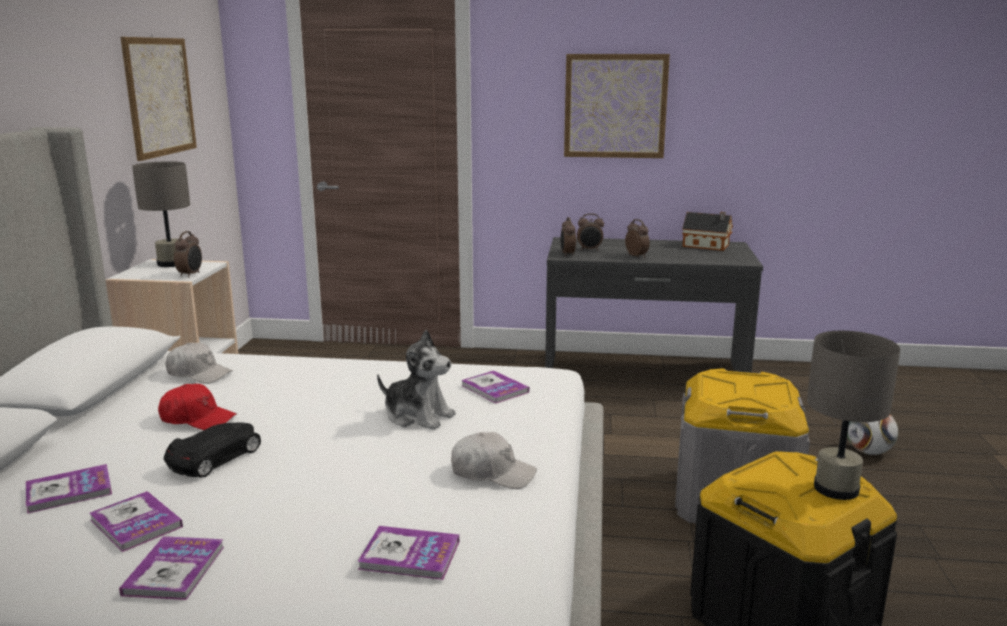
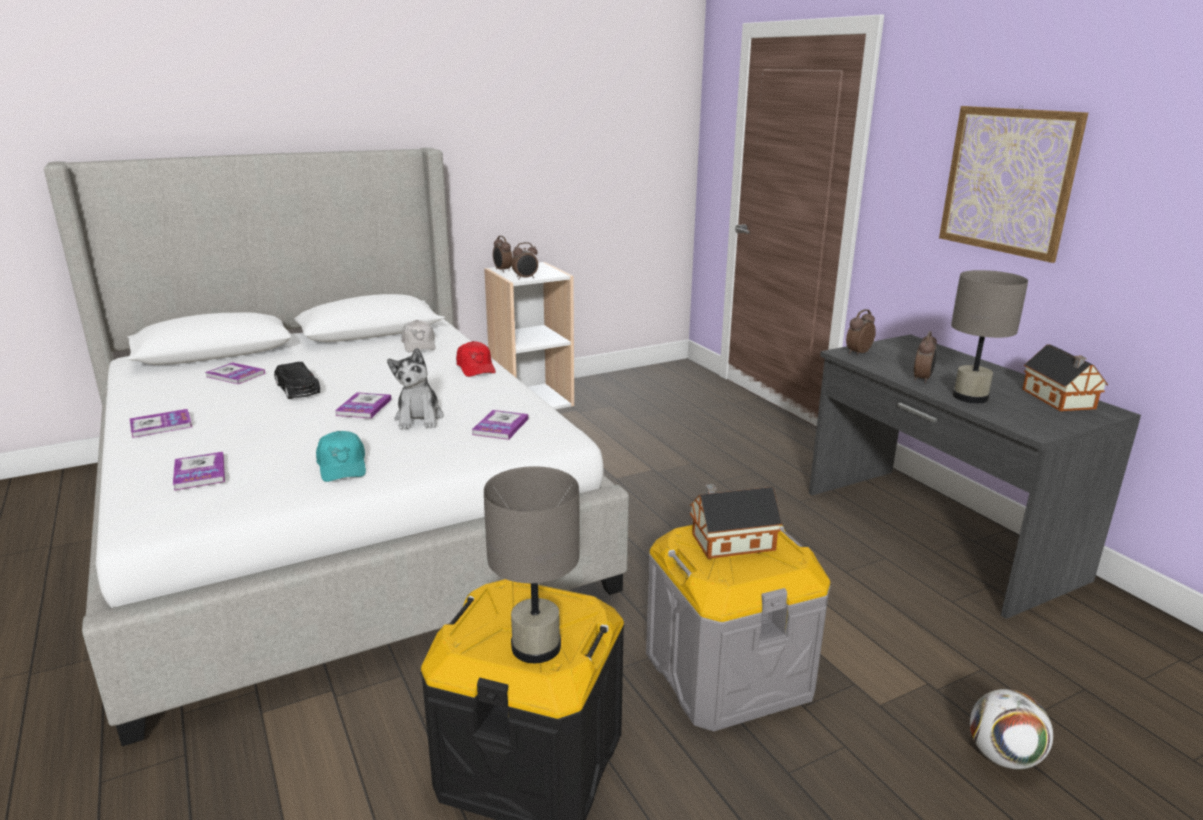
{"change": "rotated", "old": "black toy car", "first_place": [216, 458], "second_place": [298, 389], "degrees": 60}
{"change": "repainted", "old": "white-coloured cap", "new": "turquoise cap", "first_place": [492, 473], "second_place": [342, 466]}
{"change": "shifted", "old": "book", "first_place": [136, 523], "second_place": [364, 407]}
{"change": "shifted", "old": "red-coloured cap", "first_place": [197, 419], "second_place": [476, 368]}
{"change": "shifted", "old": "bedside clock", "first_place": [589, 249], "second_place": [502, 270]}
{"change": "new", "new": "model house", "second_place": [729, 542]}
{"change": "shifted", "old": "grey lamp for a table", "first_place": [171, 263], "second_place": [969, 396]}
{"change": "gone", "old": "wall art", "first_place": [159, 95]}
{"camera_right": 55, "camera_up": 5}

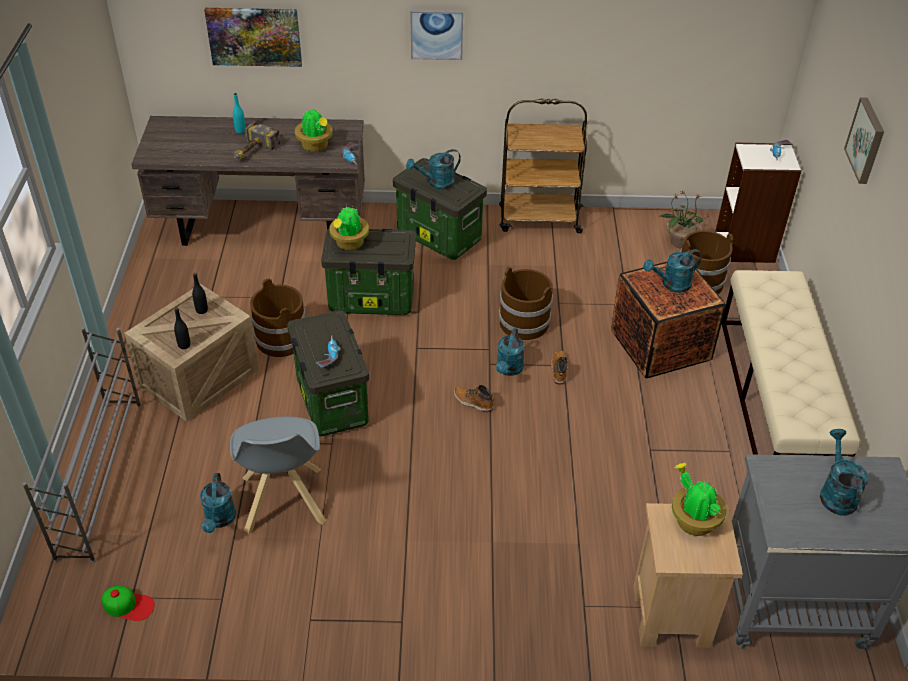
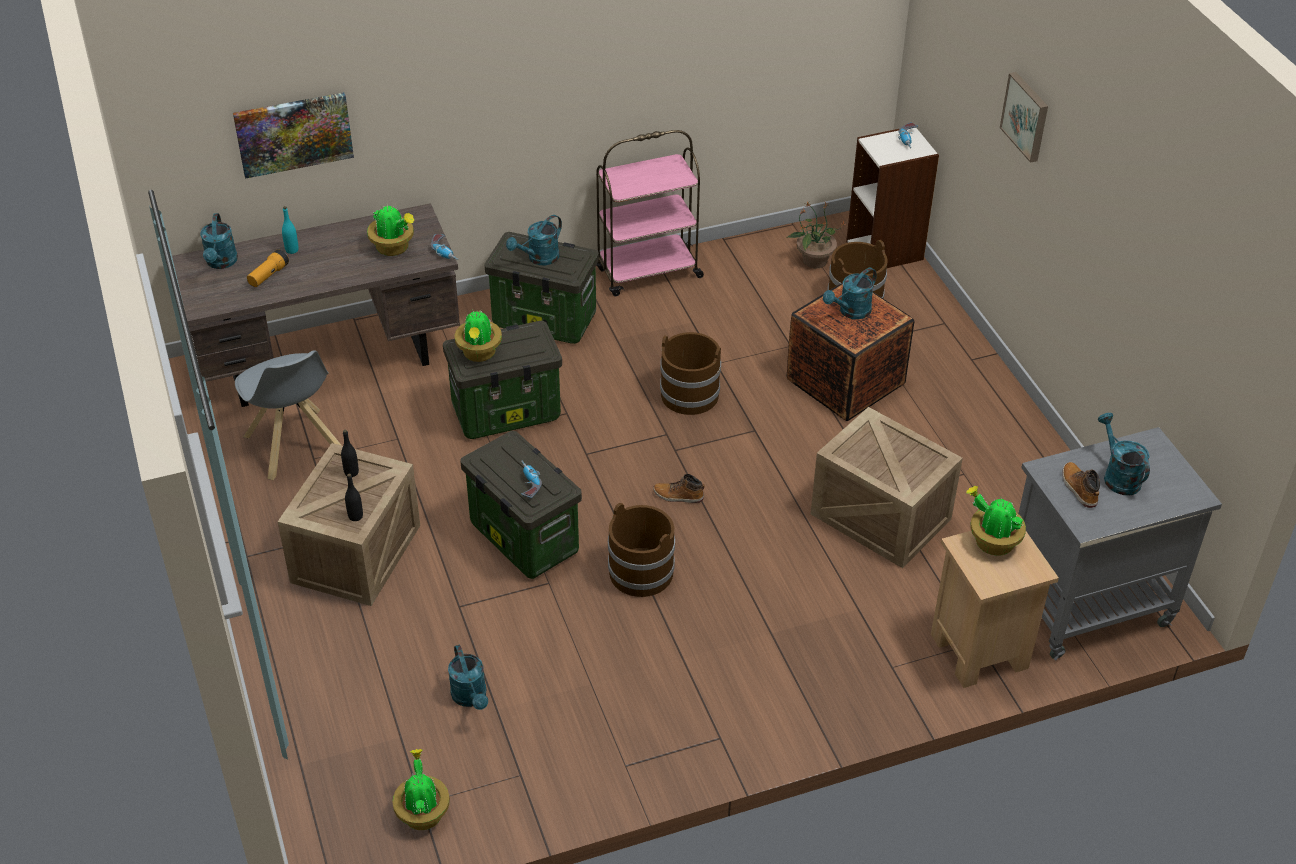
{"change": "shifted", "old": "turquoise watering pot", "first_place": [508, 370], "second_place": [221, 263]}
{"change": "shifted", "old": "grey chair", "first_place": [283, 502], "second_place": [295, 446]}
{"change": "new", "new": "hand torch", "second_place": [268, 275]}
{"change": "swapped", "old": "cap", "new": "plant in a pot", "first_place": [128, 605], "second_place": [423, 812]}
{"change": "repainted", "old": "brown wheeled cart", "new": "pink-coloured wheeled cart", "first_place": [538, 220], "second_place": [648, 273]}
{"change": "shifted", "old": "brown water bucket", "first_place": [281, 339], "second_place": [640, 572]}
{"change": "new", "new": "crate", "second_place": [883, 516]}
{"change": "shifted", "old": "boot", "first_place": [559, 370], "second_place": [1078, 488]}
{"change": "gone", "old": "grey shoe stand", "first_place": [101, 477]}
{"change": "gone", "old": "hammer", "first_place": [252, 151]}
{"change": "gone", "old": "wall art", "first_place": [436, 34]}
{"change": "gone", "old": "beige-coloured indoor bench", "first_place": [775, 402]}
{"camera_right": -20, "camera_up": 0}

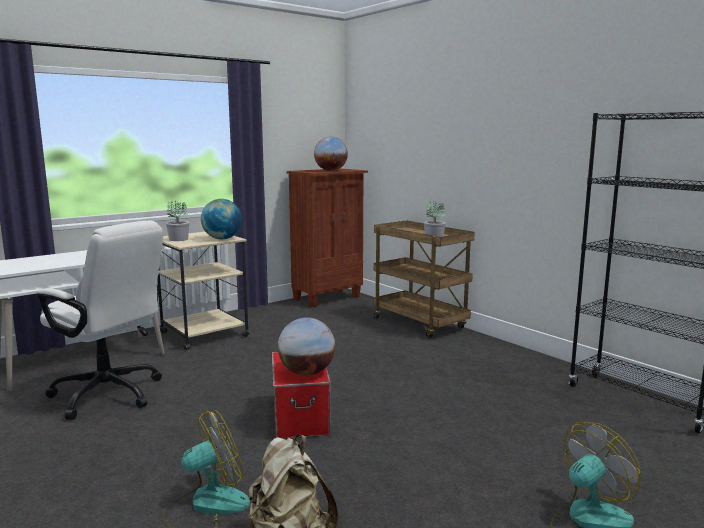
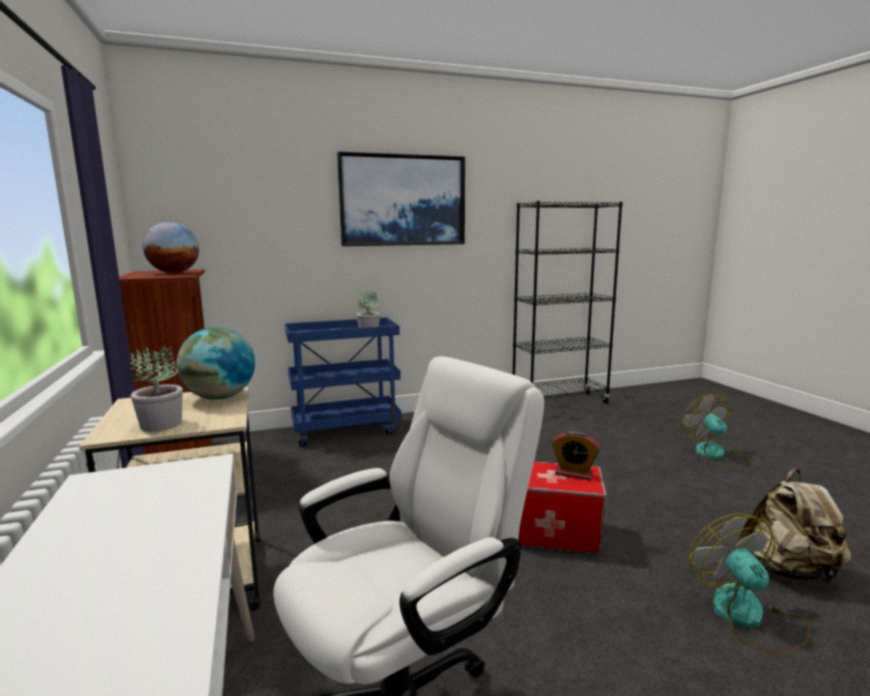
{"change": "repainted", "old": "brown wheeled cart", "new": "blue-coloured wheeled cart", "first_place": [420, 323], "second_place": [346, 430]}
{"change": "new", "new": "wall art", "second_place": [403, 200]}
{"change": "swapped", "old": "world globe", "new": "bedside clock", "first_place": [307, 373], "second_place": [574, 473]}
{"camera_right": -70, "camera_up": 0}

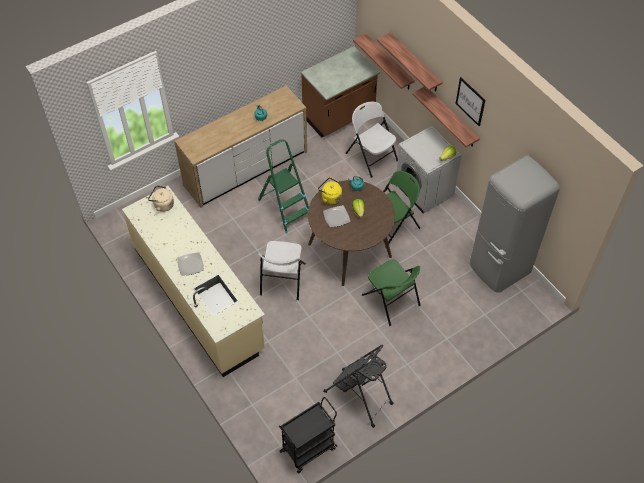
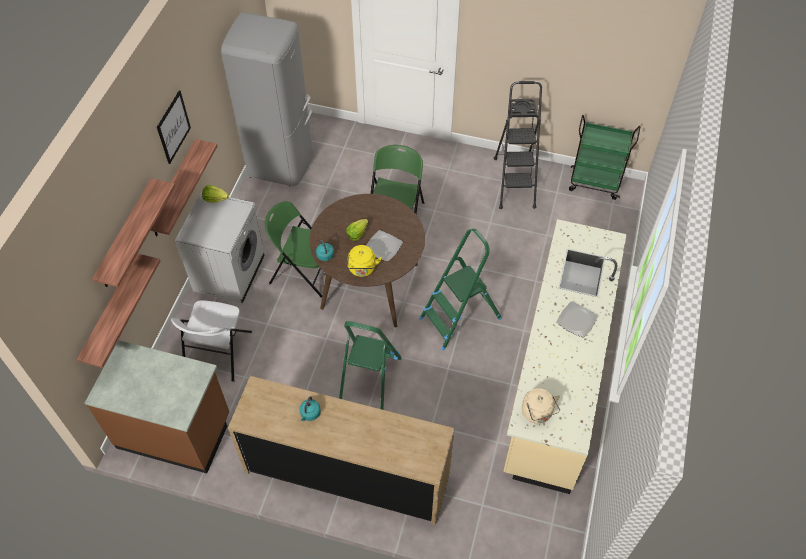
{"change": "swapped", "old": "white-coloured chair", "new": "green step ladder", "first_place": [282, 279], "second_place": [459, 318]}
{"change": "repainted", "old": "black wheeled cart", "new": "green wheeled cart", "first_place": [308, 450], "second_place": [594, 184]}
{"camera_right": -130, "camera_up": 0}

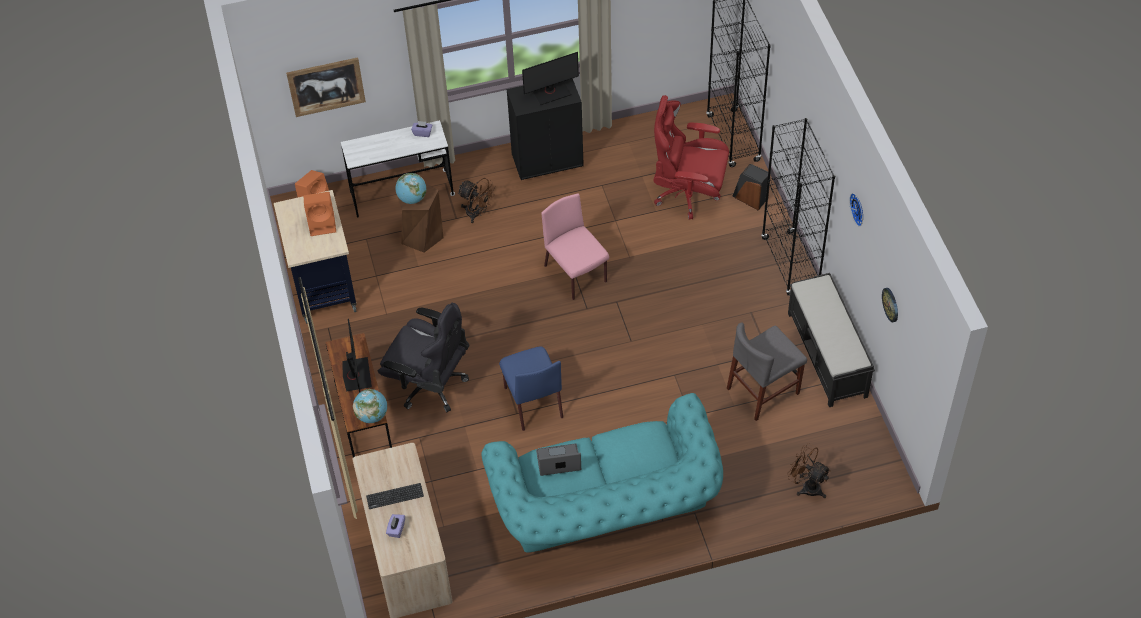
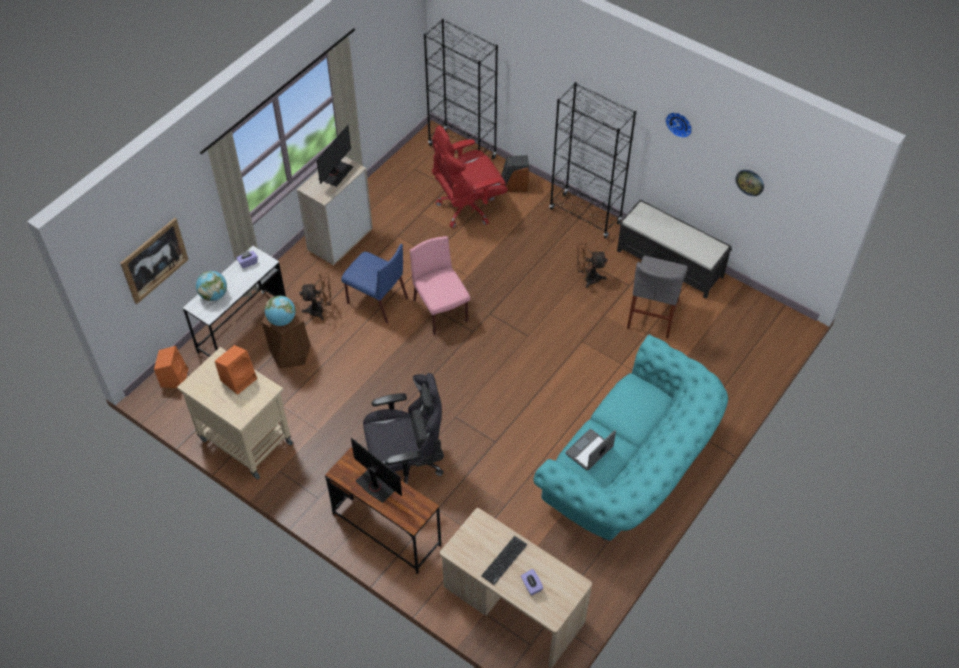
{"change": "repainted", "old": "blue-coloured wheeled cart", "new": "beige-coloured wheeled cart", "first_place": [323, 287], "second_place": [245, 441]}
{"change": "shifted", "old": "world globe", "first_place": [372, 415], "second_place": [214, 295]}
{"change": "repainted", "old": "black storage cabinet", "new": "beige-coloured storage cabinet", "first_place": [548, 163], "second_place": [341, 241]}
{"change": "shifted", "old": "blue-coloured chair", "first_place": [533, 401], "second_place": [376, 300]}
{"change": "rotated", "old": "pink-coloured chair", "first_place": [576, 274], "second_place": [441, 311], "degrees": 45}
{"change": "shifted", "old": "brown electric fan", "first_place": [807, 486], "second_place": [587, 278]}
{"camera_right": -40, "camera_up": 0}

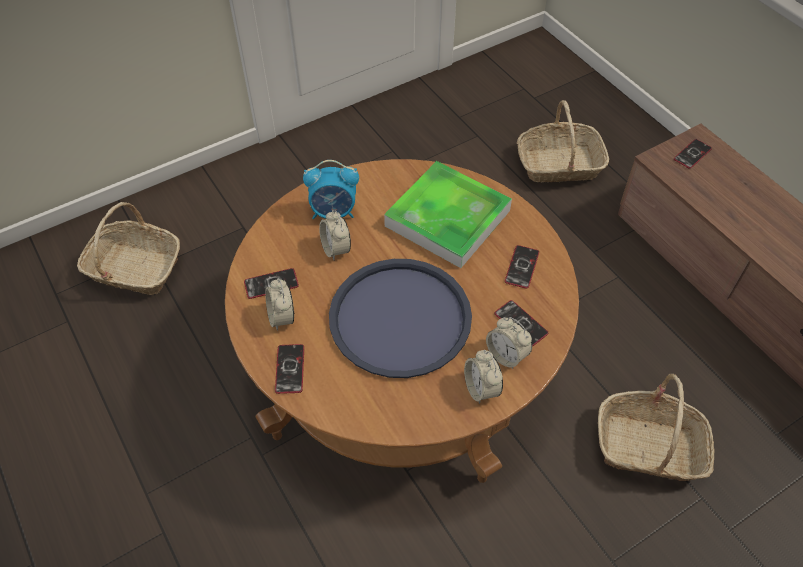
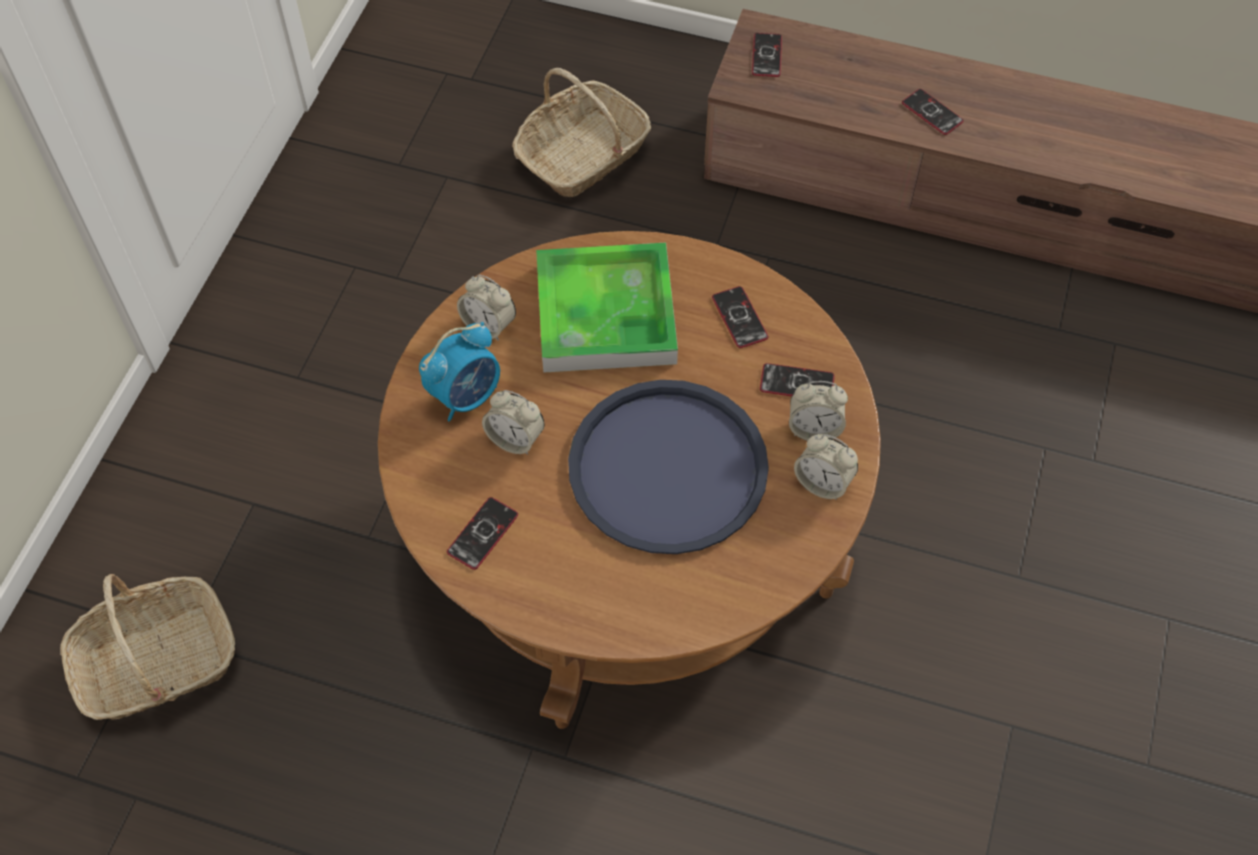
{"change": "shifted", "old": "bedside clock", "first_place": [282, 317], "second_place": [488, 325]}
{"change": "shifted", "old": "phone", "first_place": [290, 369], "second_place": [932, 112]}
{"change": "gone", "old": "basket", "first_place": [649, 447]}
{"camera_right": -40, "camera_up": 5}

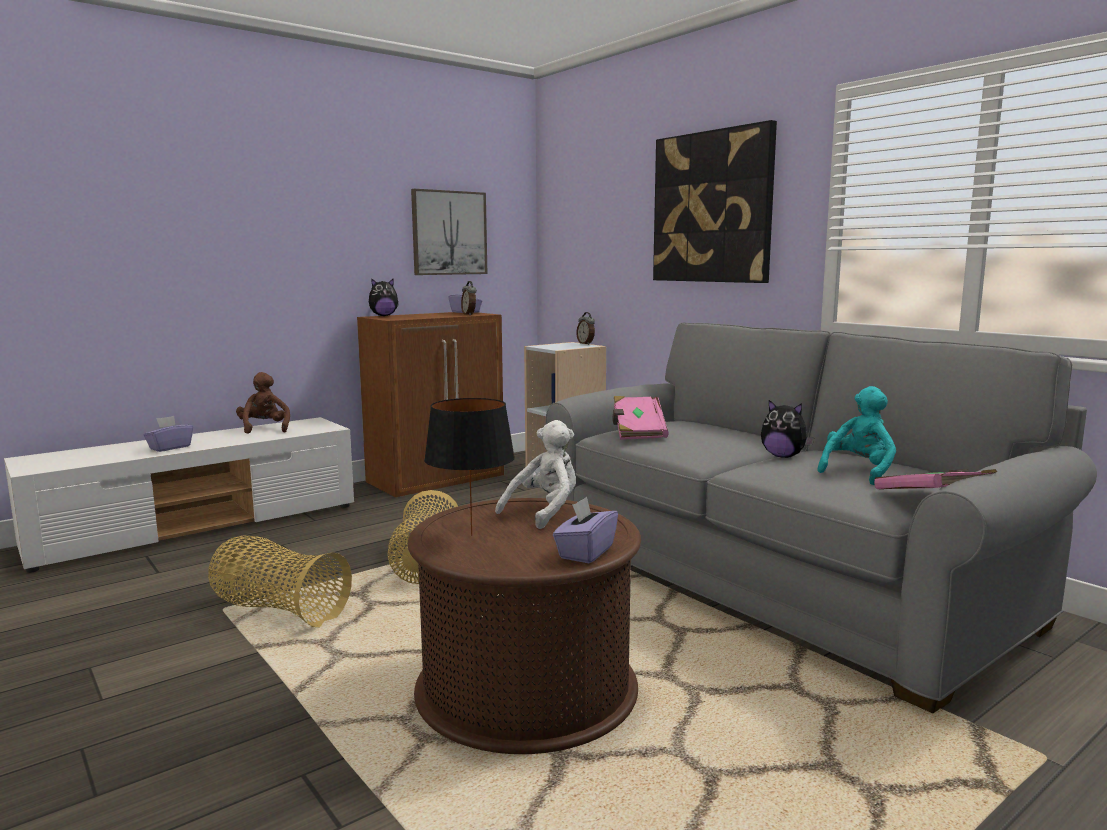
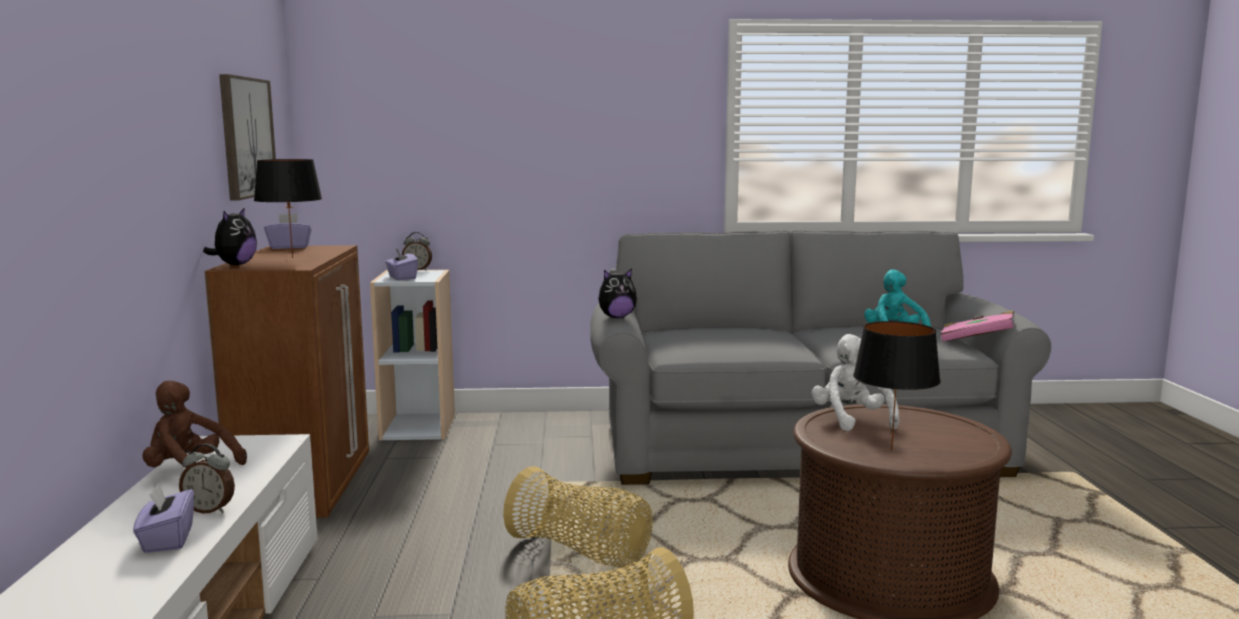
{"change": "shifted", "old": "bedside clock", "first_place": [469, 314], "second_place": [210, 510]}
{"change": "new", "new": "black lamp for a table", "second_place": [292, 257]}
{"change": "shifted", "old": "purple-coloured box of tissues", "first_place": [585, 552], "second_place": [402, 278]}
{"change": "shifted", "old": "plush toy", "first_place": [783, 456], "second_place": [616, 317]}
{"change": "gone", "old": "pink-coloured book", "first_place": [637, 432]}
{"change": "gone", "old": "wall art", "first_place": [712, 207]}
{"camera_right": -55, "camera_up": 0}

